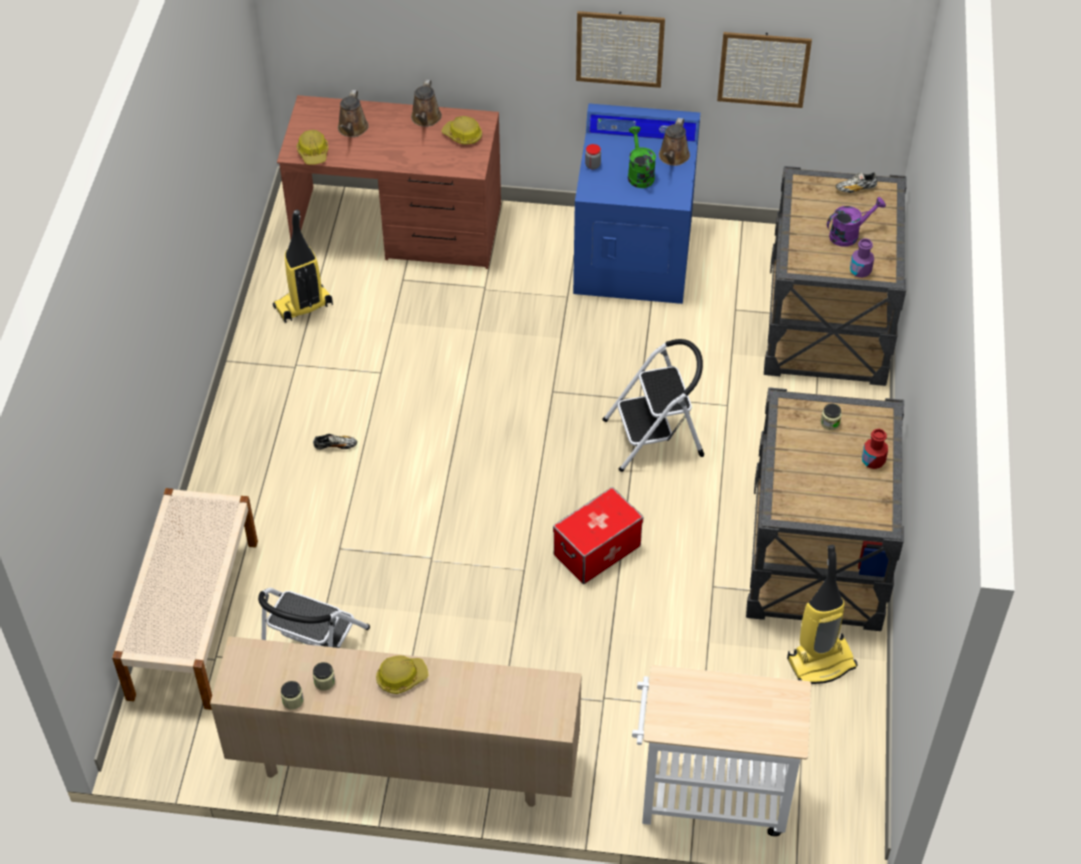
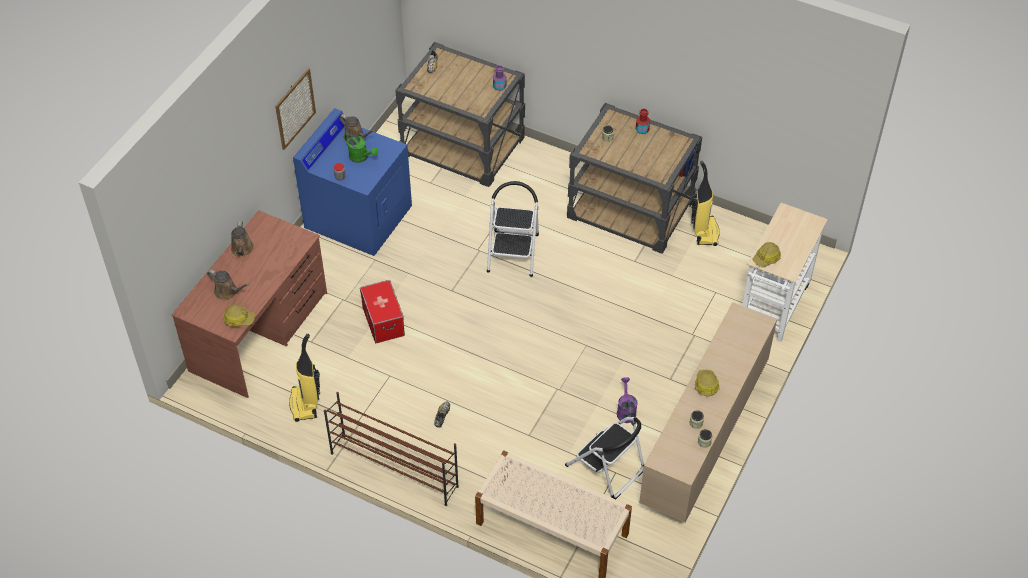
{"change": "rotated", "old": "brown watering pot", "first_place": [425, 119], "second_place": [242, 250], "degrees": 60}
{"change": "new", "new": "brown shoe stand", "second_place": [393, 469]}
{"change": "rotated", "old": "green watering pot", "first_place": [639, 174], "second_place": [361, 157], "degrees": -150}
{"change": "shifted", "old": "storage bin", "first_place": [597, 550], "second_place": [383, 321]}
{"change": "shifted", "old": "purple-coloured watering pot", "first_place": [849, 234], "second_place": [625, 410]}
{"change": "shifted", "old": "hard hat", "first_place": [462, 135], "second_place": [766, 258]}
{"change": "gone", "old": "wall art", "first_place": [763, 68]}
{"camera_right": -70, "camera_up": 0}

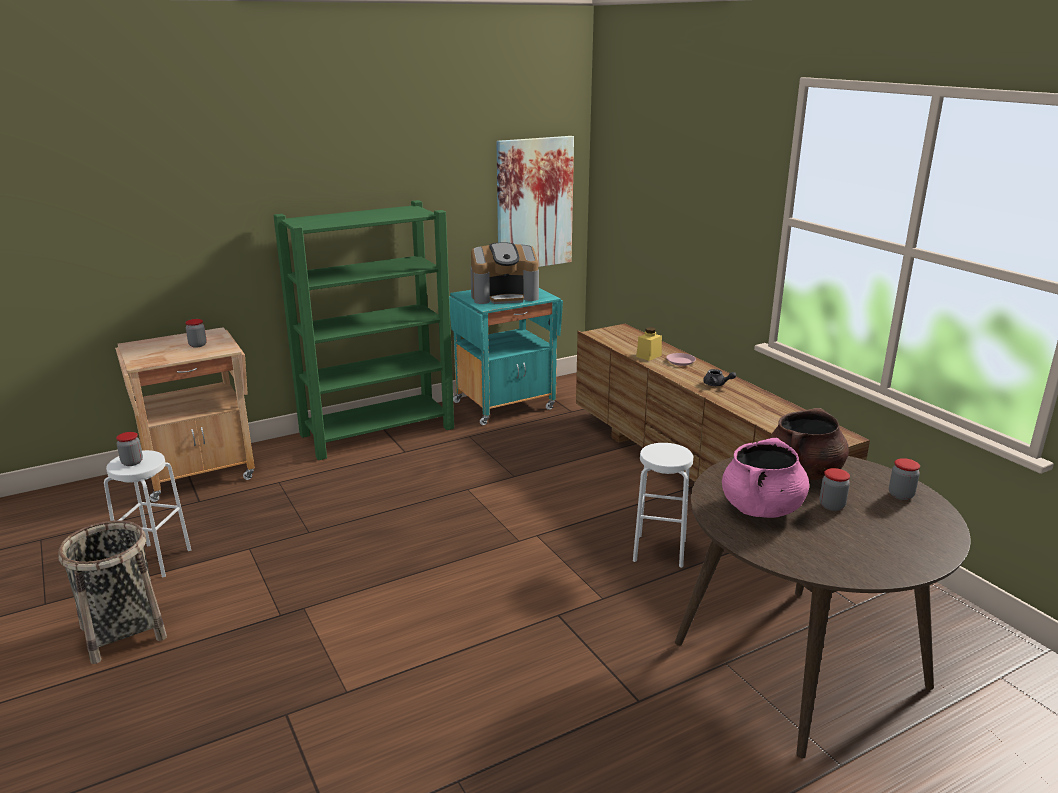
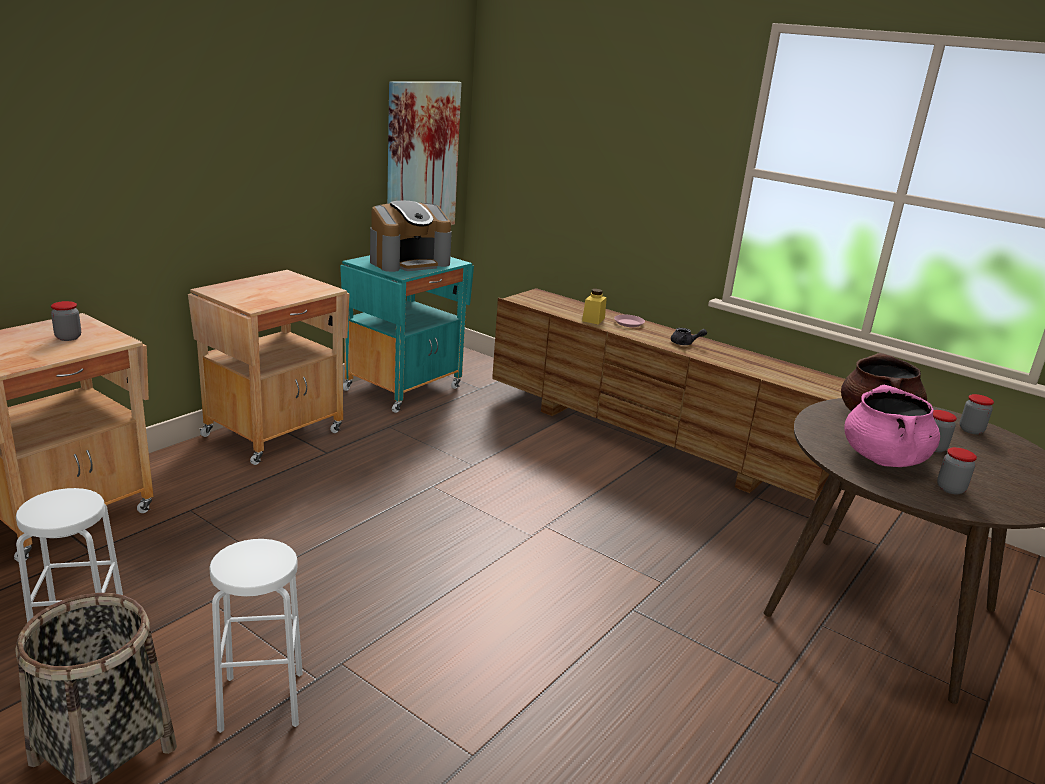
{"change": "swapped", "old": "green shelving unit", "new": "brown wheeled cart", "first_place": [377, 431], "second_place": [275, 433]}
{"change": "shifted", "old": "white-coloured stool", "first_place": [659, 550], "second_place": [261, 700]}
{"change": "shifted", "old": "jar", "first_place": [132, 462], "second_place": [950, 489]}
{"camera_right": -25, "camera_up": 0}

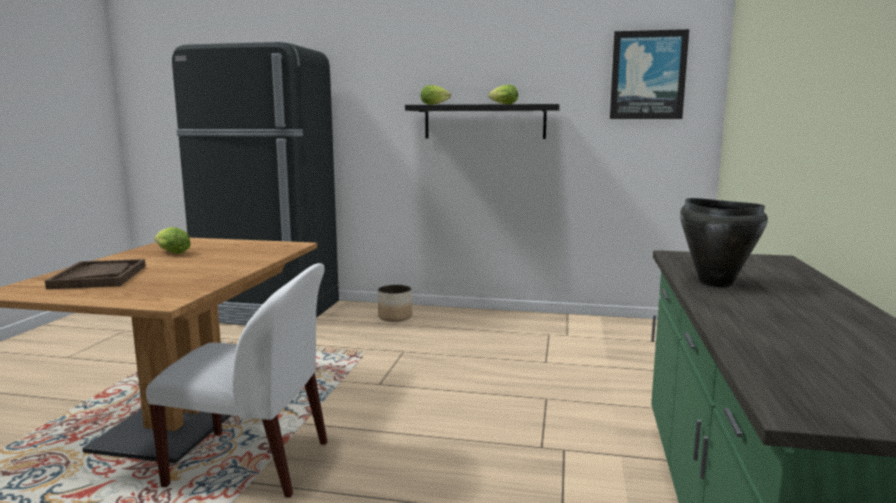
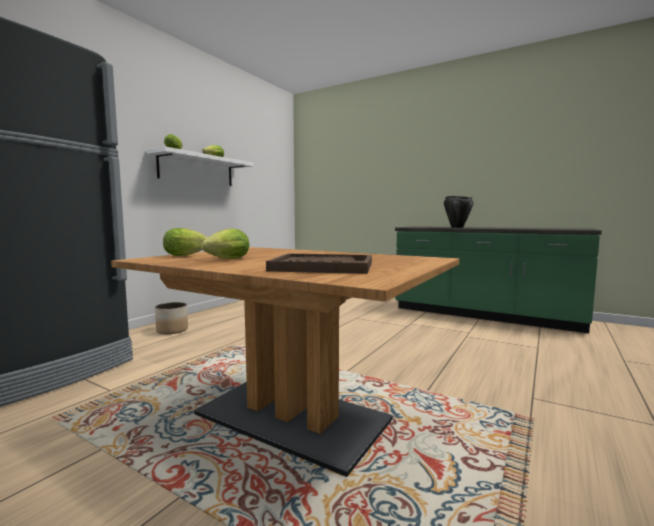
{"change": "repainted", "old": "black wall shelf", "new": "white-coloured wall shelf", "first_place": [484, 122], "second_place": [197, 170]}
{"change": "new", "new": "lettuce head", "second_place": [188, 255]}
{"change": "gone", "old": "white-coloured chair", "first_place": [253, 464]}
{"change": "gone", "old": "wall art", "first_place": [648, 75]}
{"camera_right": -70, "camera_up": -5}

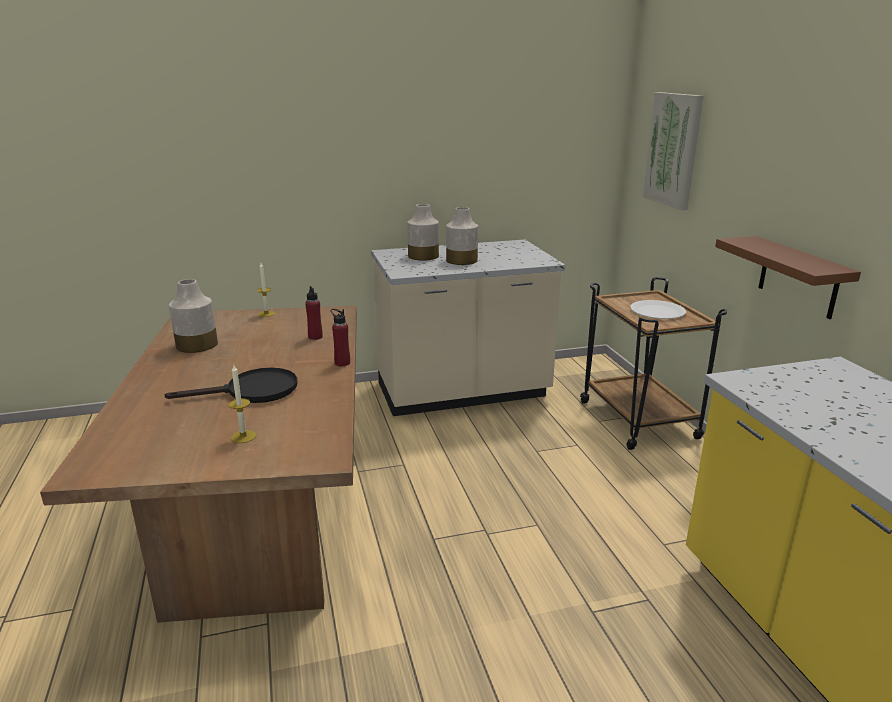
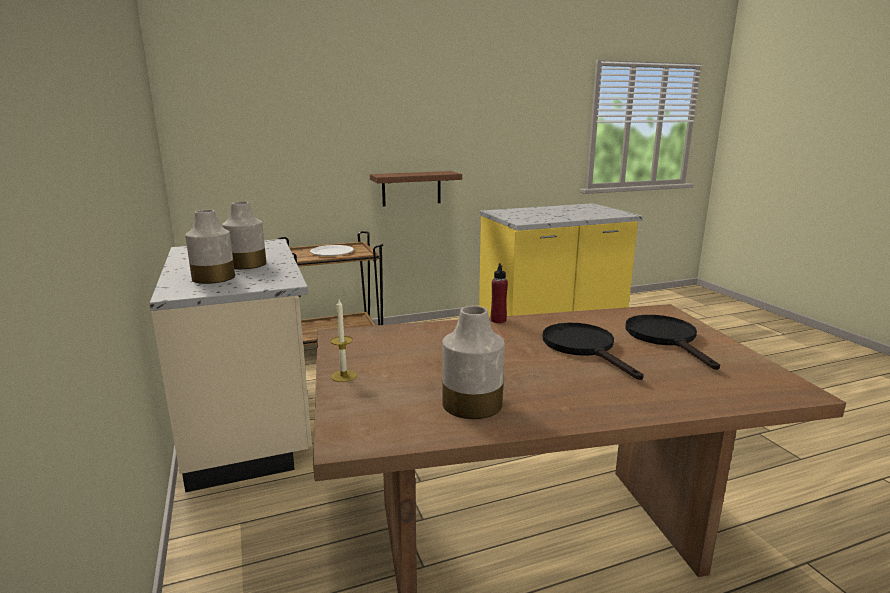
{"change": "swapped", "old": "candle", "new": "black pan", "first_place": [243, 436], "second_place": [665, 338]}
{"change": "gone", "old": "red-coloured bottle", "first_place": [315, 337]}
{"change": "gone", "old": "wall art", "first_place": [673, 150]}
{"camera_right": -95, "camera_up": -5}

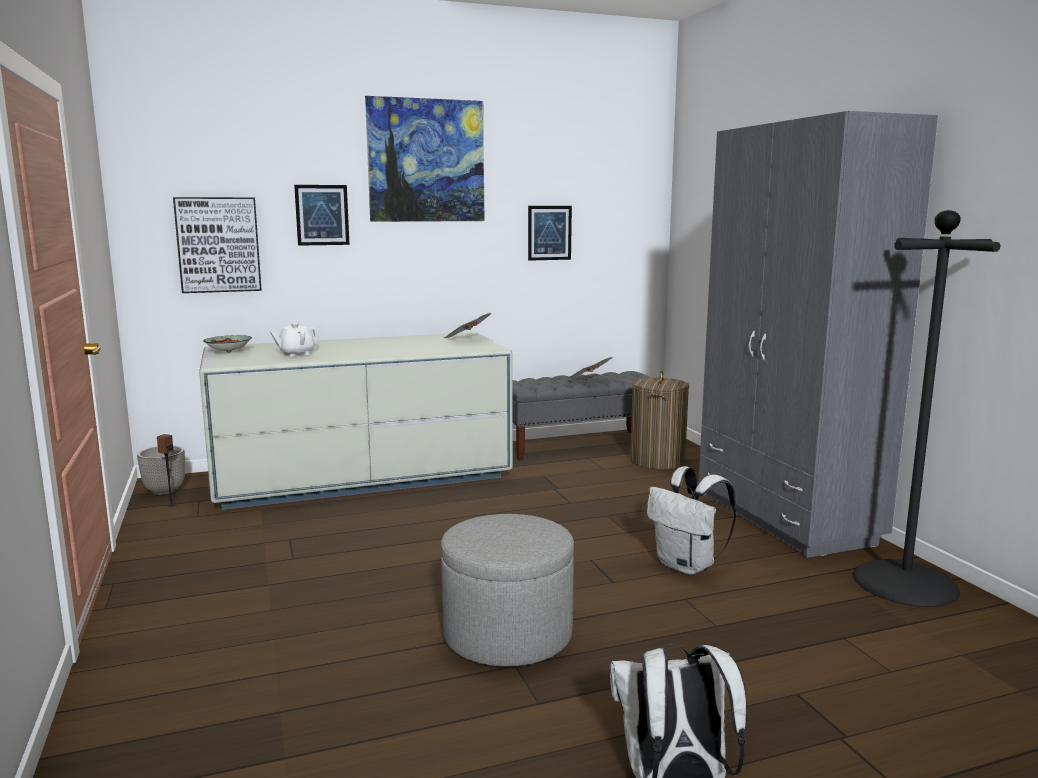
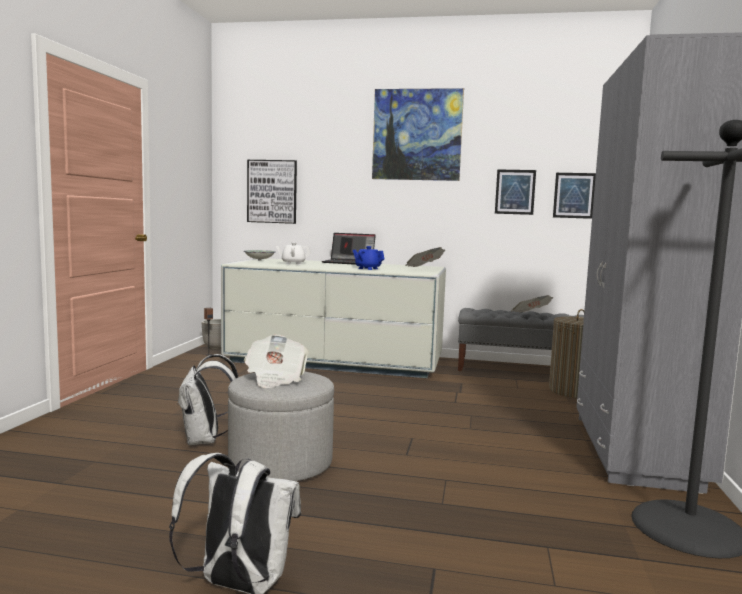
{"change": "shifted", "old": "white-coloured rucksack", "first_place": [687, 566], "second_place": [205, 440]}
{"change": "new", "new": "daily paper", "second_place": [275, 378]}
{"change": "new", "new": "portable computer", "second_place": [349, 263]}
{"change": "new", "new": "blue-coloured tea pot", "second_place": [367, 268]}
{"change": "shifted", "old": "wall art", "first_place": [322, 215], "second_place": [574, 195]}
{"camera_right": 30, "camera_up": -5}

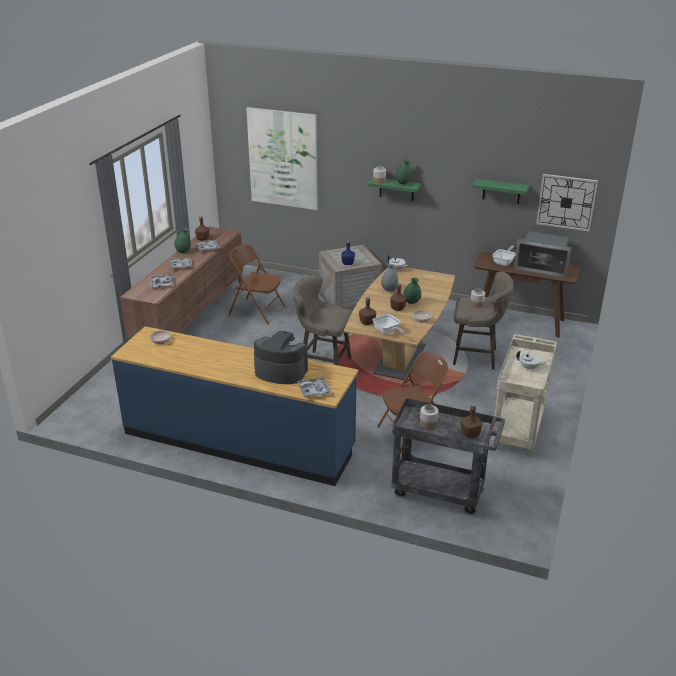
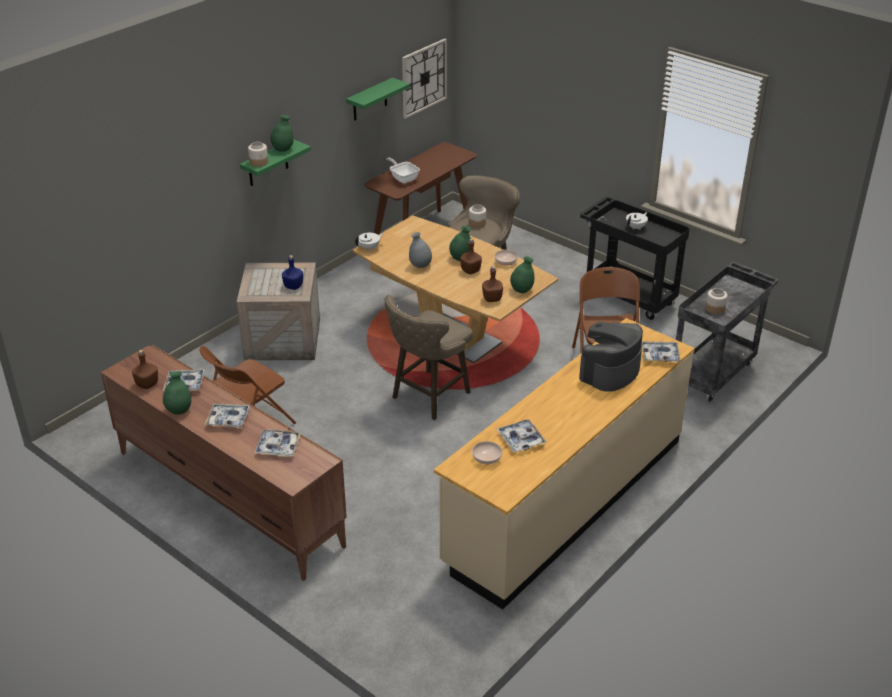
{"change": "repainted", "old": "blue-coloured kitchen counter", "new": "beige-coloured kitchen counter", "first_place": [239, 441], "second_place": [564, 500]}
{"change": "new", "new": "serving tray", "second_place": [521, 440]}
{"change": "swapped", "old": "pan", "new": "green decorative vase", "first_place": [387, 332], "second_place": [522, 290]}
{"change": "repainted", "old": "beige-coloured wheeled cart", "new": "black wheeled cart", "first_place": [518, 430], "second_place": [626, 299]}
{"change": "gone", "old": "wall art", "first_place": [283, 159]}
{"change": "gone", "old": "brown bottle", "first_place": [470, 434]}
{"change": "gone", "old": "kitchen microwave", "first_place": [542, 267]}
{"camera_right": -70, "camera_up": 5}

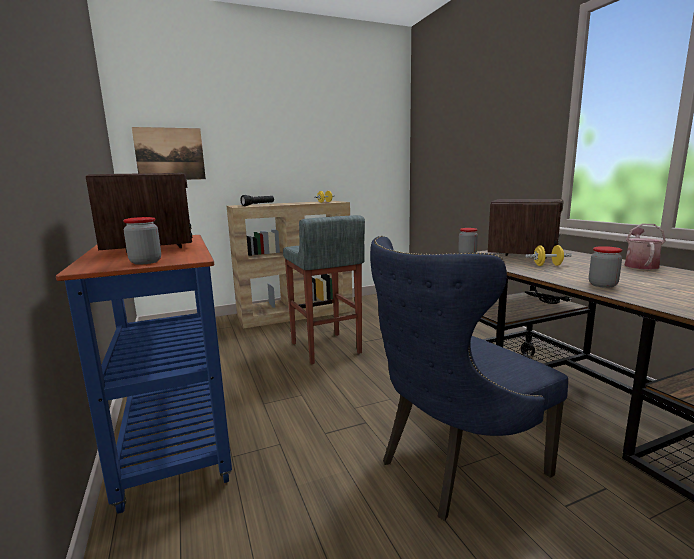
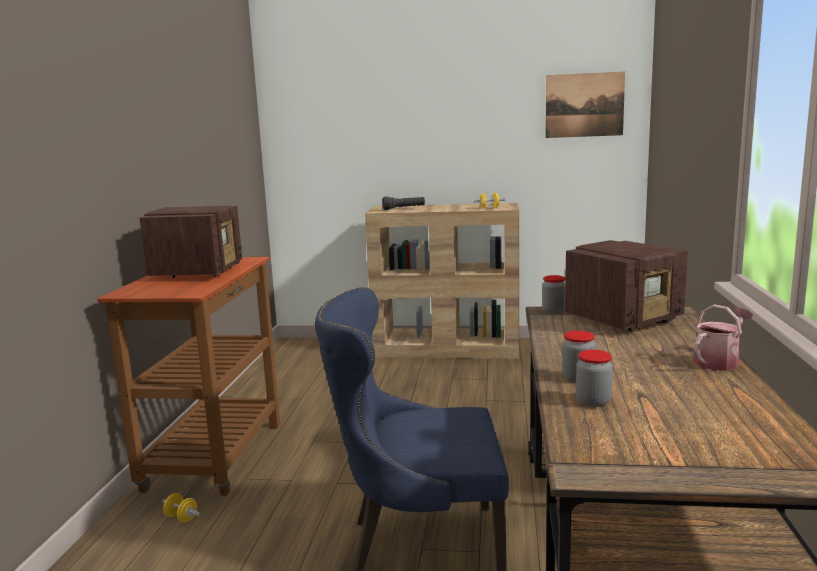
{"change": "repainted", "old": "blue-coloured wheeled cart", "new": "brown wheeled cart", "first_place": [175, 443], "second_place": [216, 455]}
{"change": "shifted", "old": "yellow dumbbell", "first_place": [547, 265], "second_place": [181, 518]}
{"change": "shifted", "old": "wall art", "first_place": [170, 154], "second_place": [584, 105]}
{"change": "shifted", "old": "jar", "first_place": [145, 262], "second_place": [593, 401]}
{"change": "gone", "old": "grey stool", "first_place": [325, 348]}
{"camera_right": 30, "camera_up": 0}

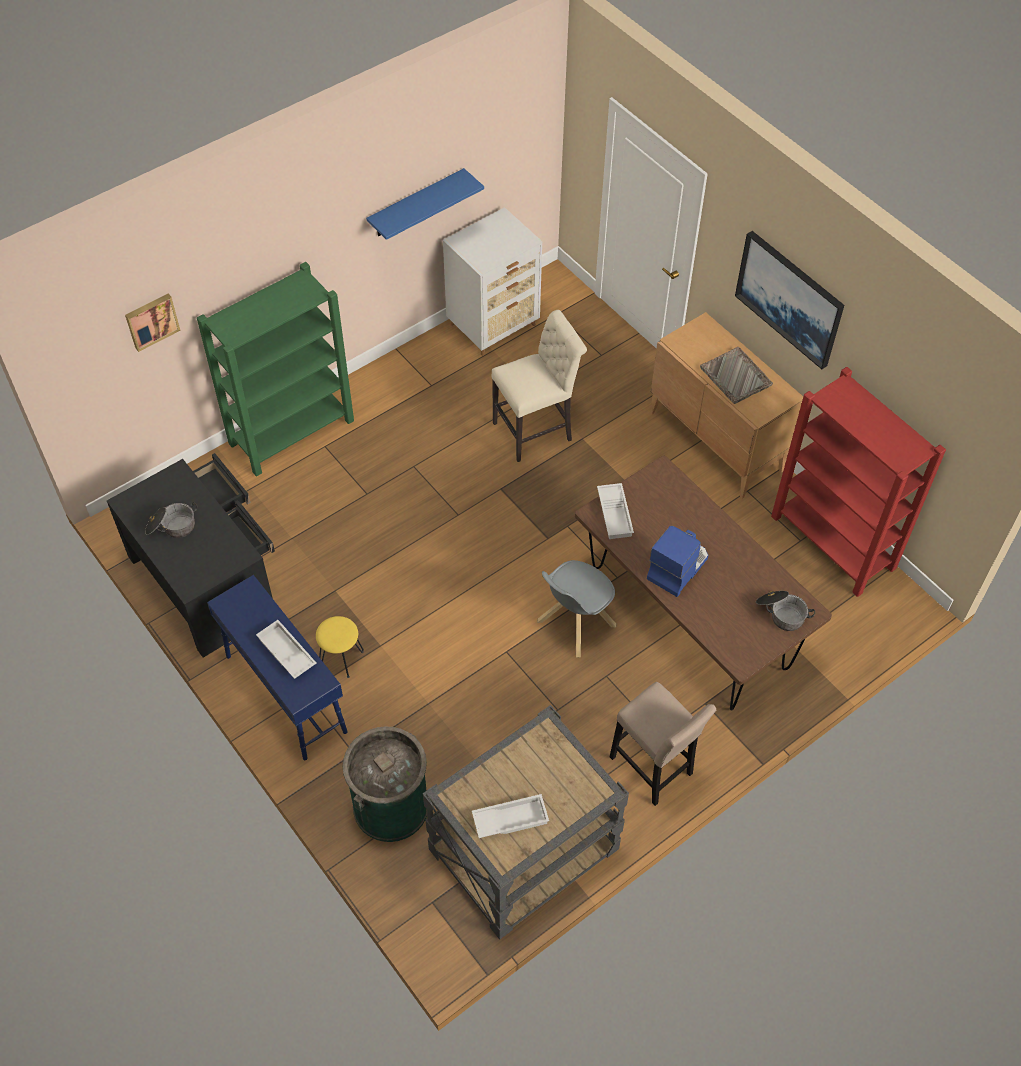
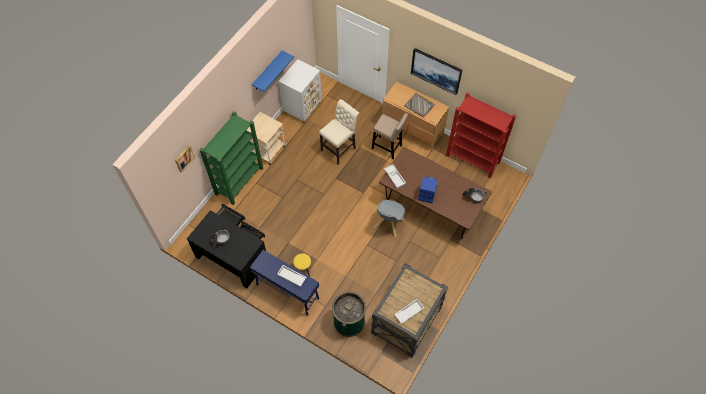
{"change": "new", "new": "beige-coloured wheeled cart", "second_place": [267, 149]}
{"change": "shifted", "old": "beige-coloured stool", "first_place": [653, 769], "second_place": [388, 148]}
{"camera_right": -20, "camera_up": 5}

